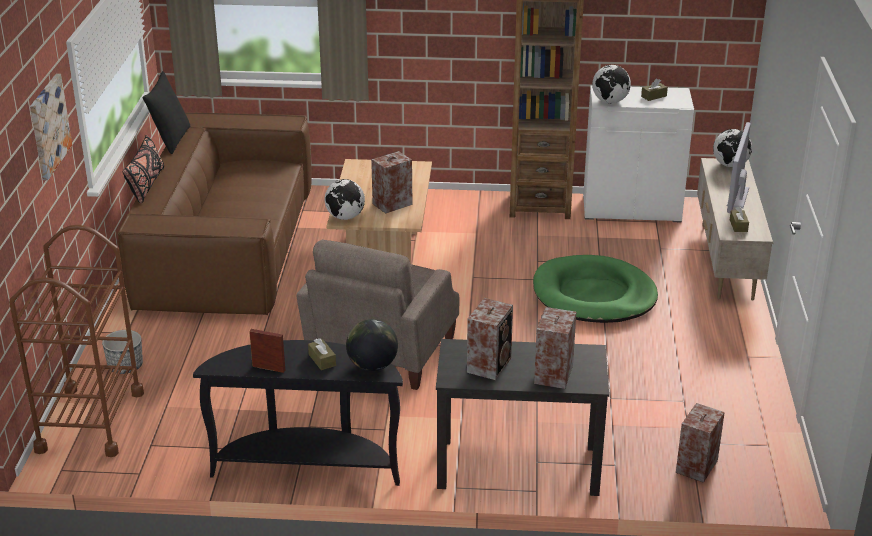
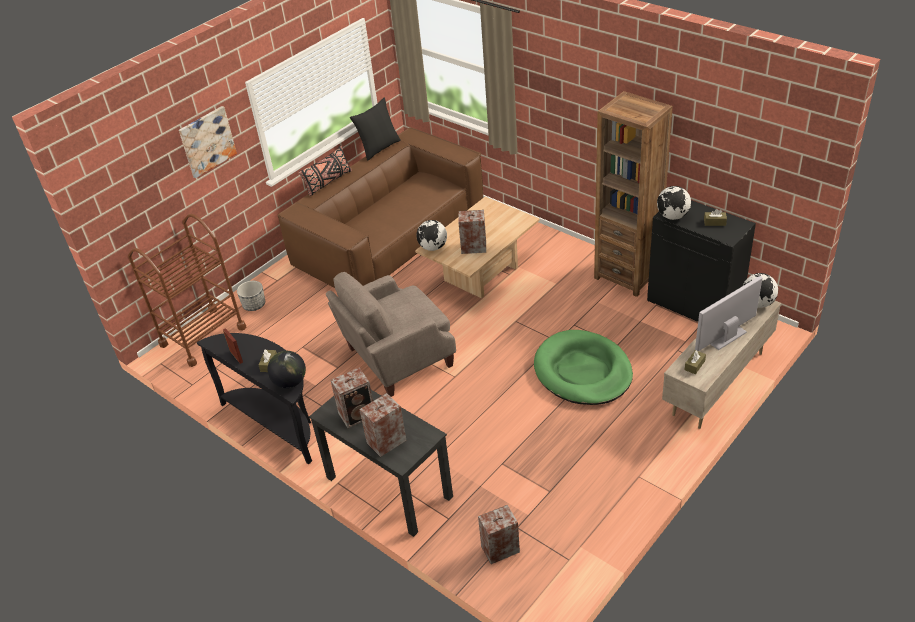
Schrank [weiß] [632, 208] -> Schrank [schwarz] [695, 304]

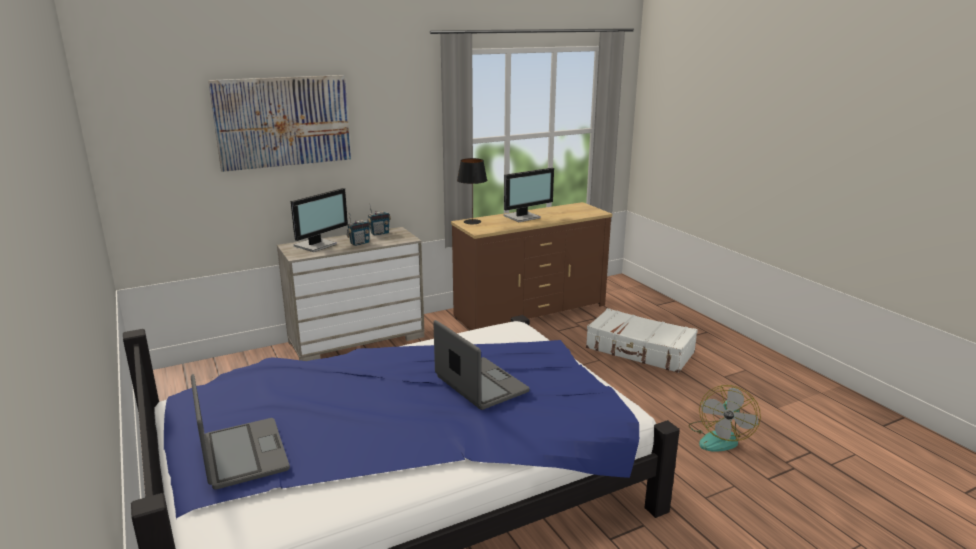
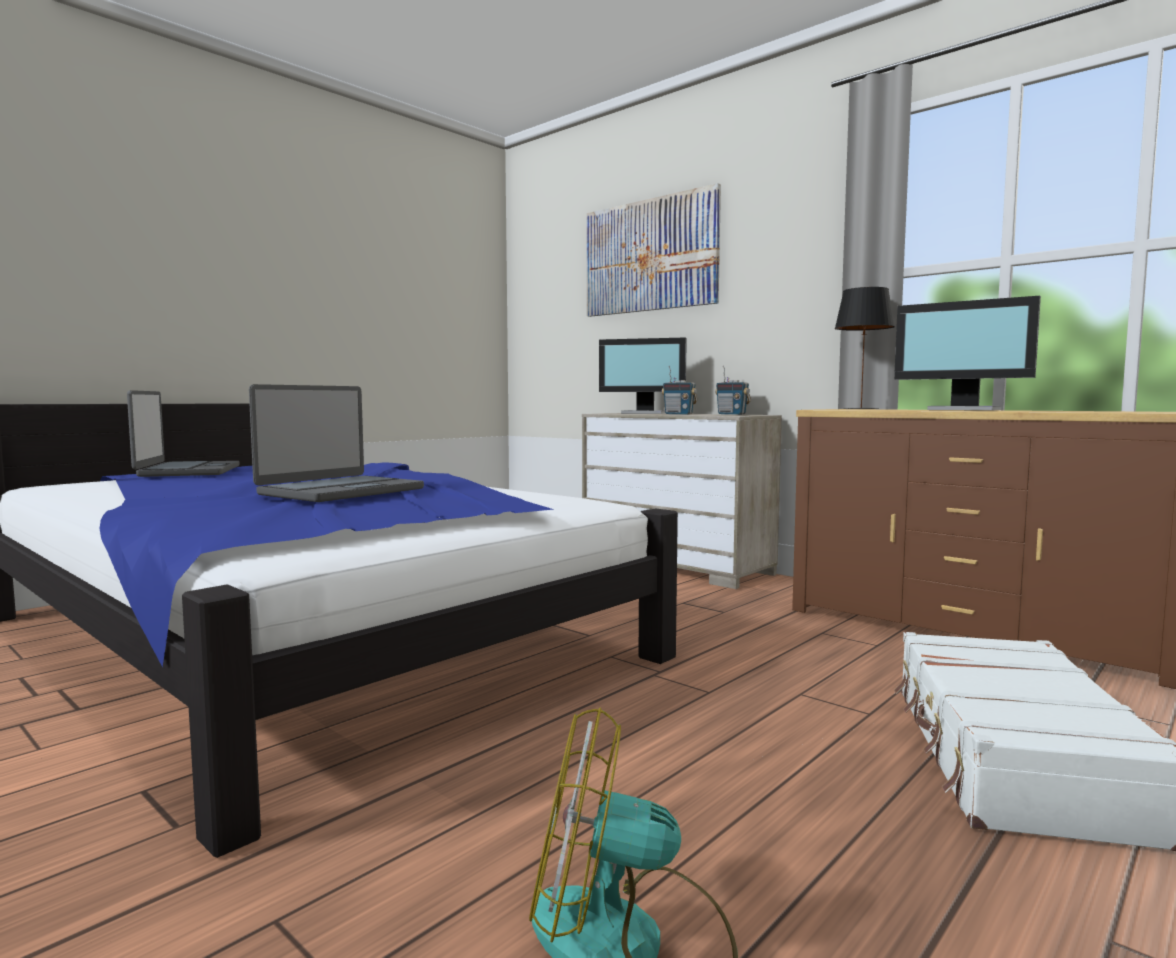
Laptop [243, 454] -> Laptop [188, 471], 60 degrees counterclockwise

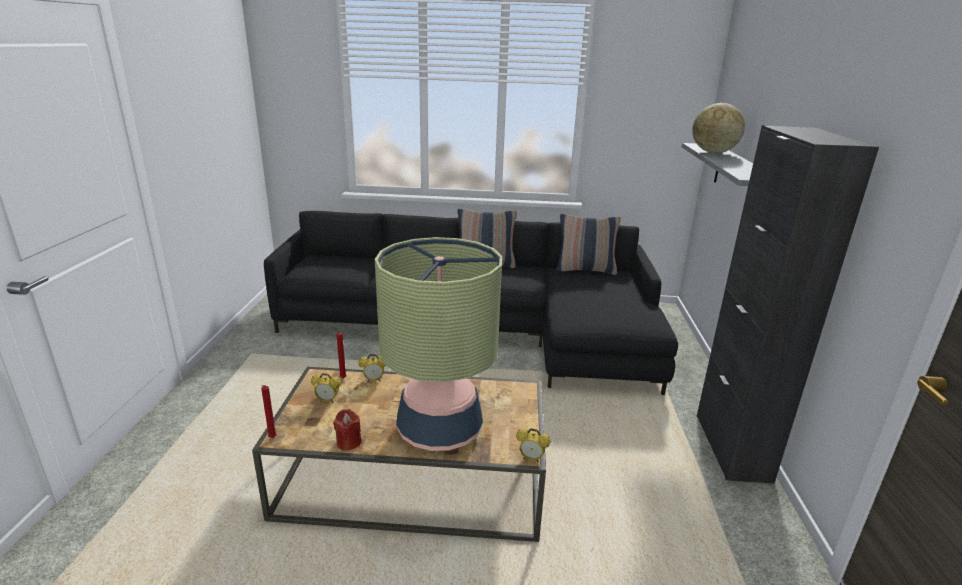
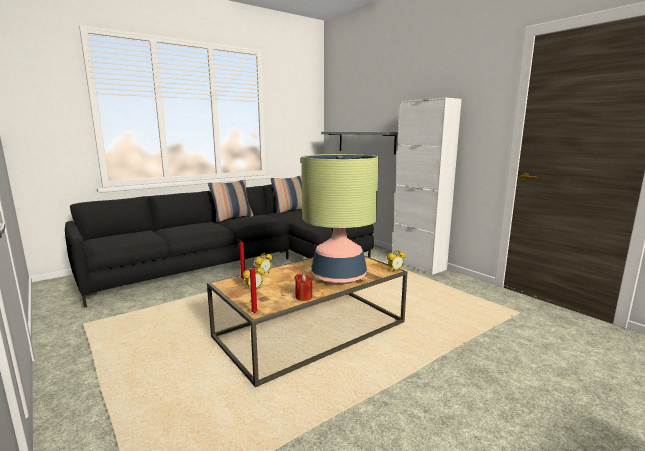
Globus [713, 152] -> none
Schrank [schwarz] [732, 447] -> Schrank [weiß] [418, 264]

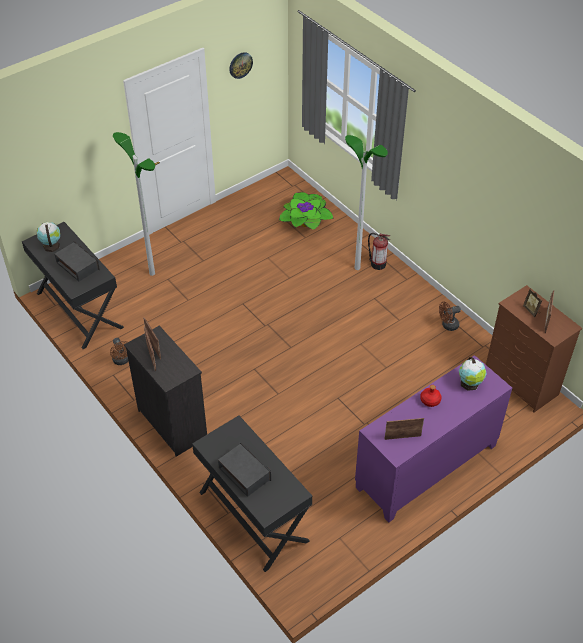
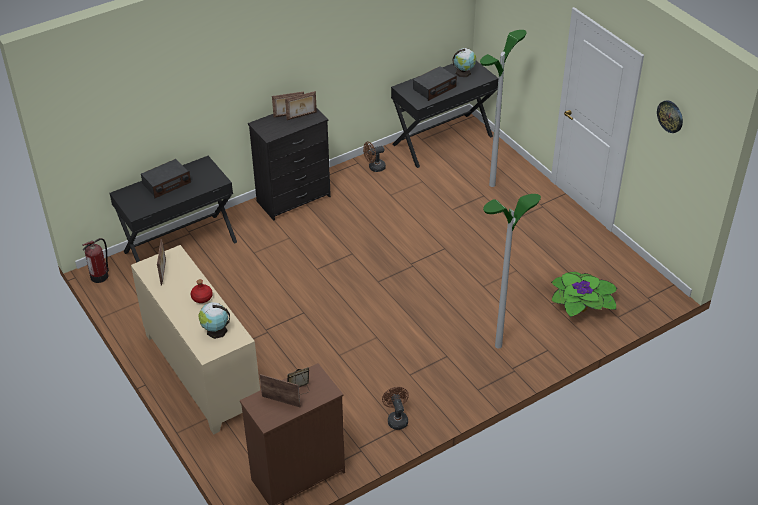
Feuerlöscher [377, 264] -> Feuerlöscher [100, 276], relocated
Schrank [lila] [427, 467] -> Schrank [beige] [201, 372]

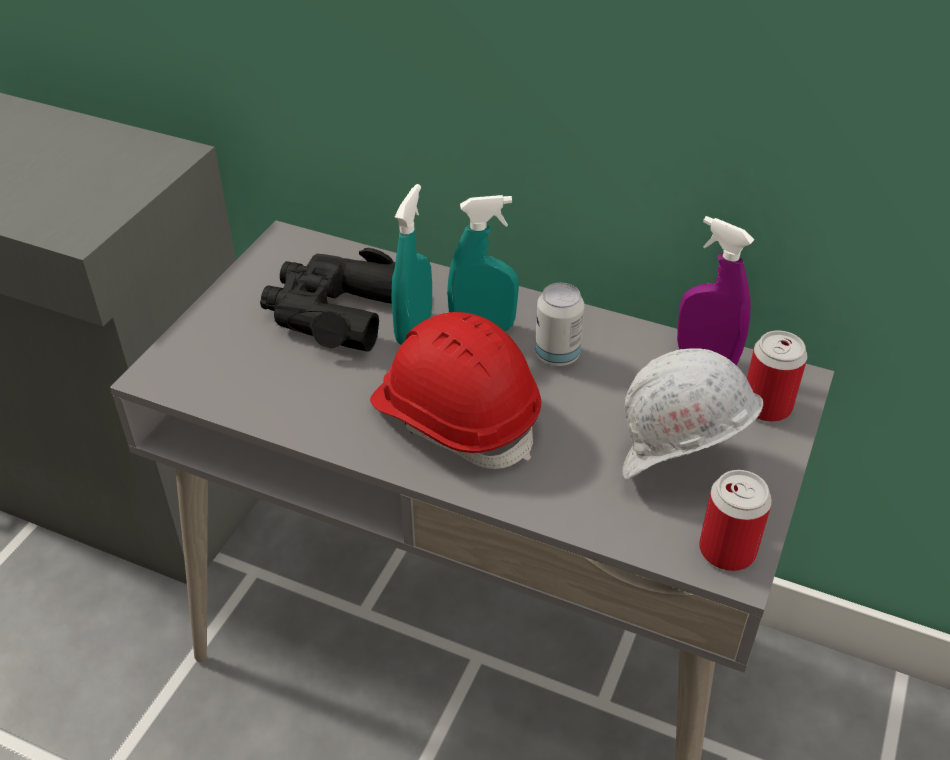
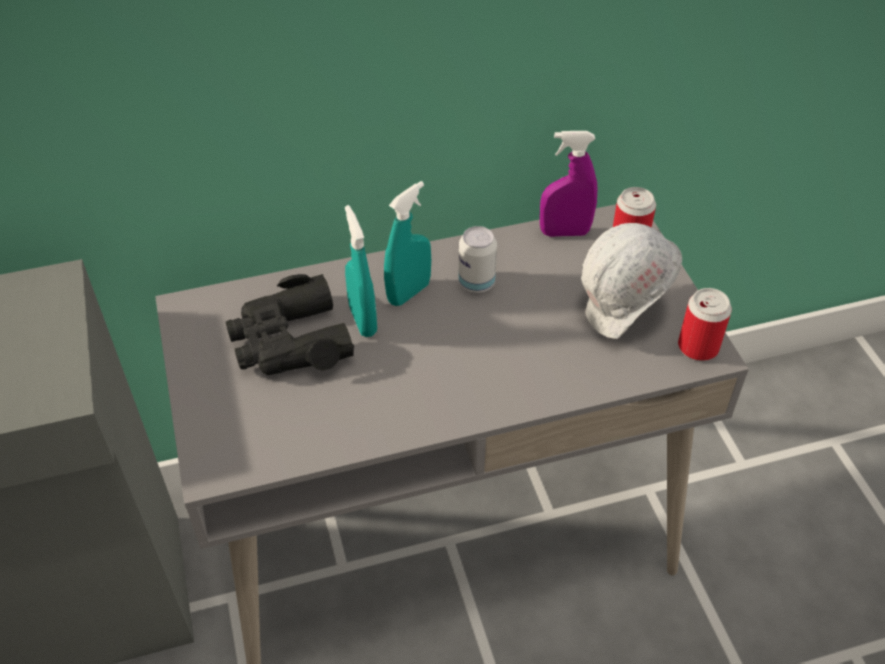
Schutzhelm [rot] [456, 417] -> none

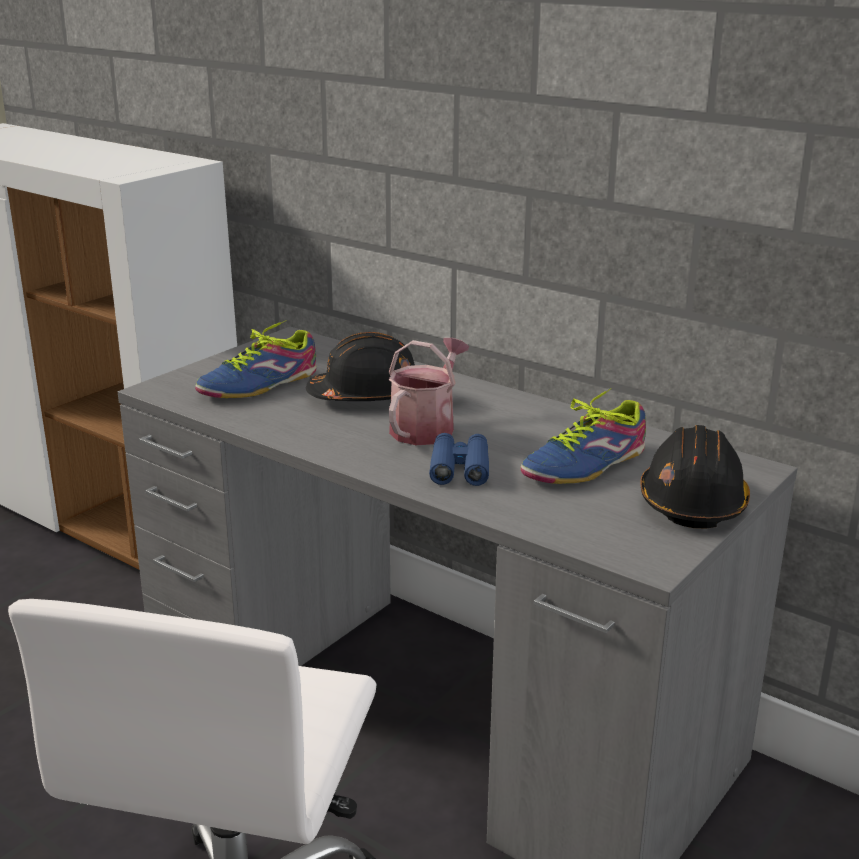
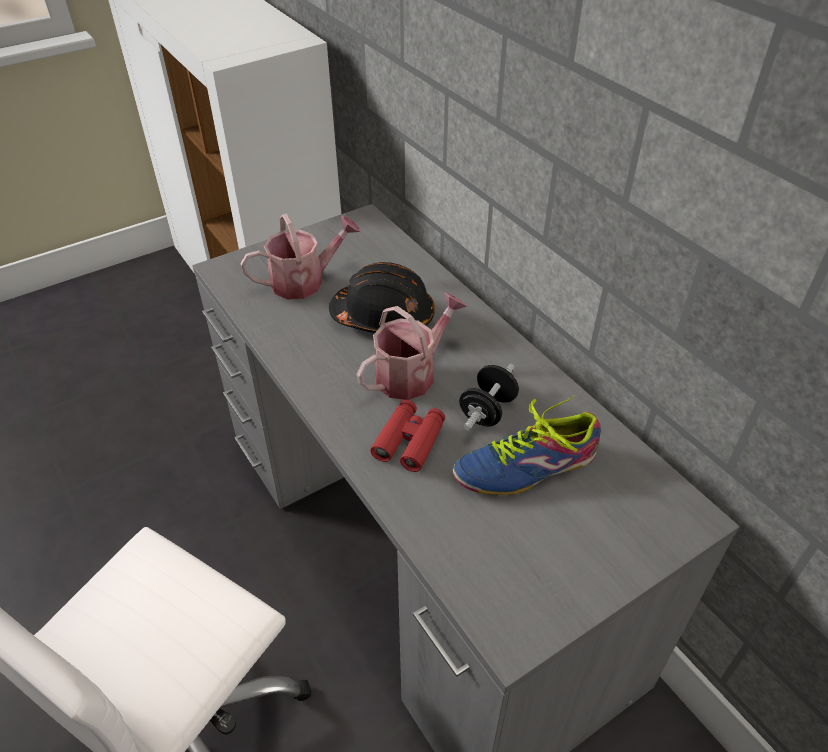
Schuh [260, 385] -> Gießkanne [304, 281]
Schutzhelm [schwarz] [692, 502] -> none
Fernglas [blau] [459, 468] -> Fernglas [rot] [409, 441]
none -> Hantel [schwarz] [487, 411]

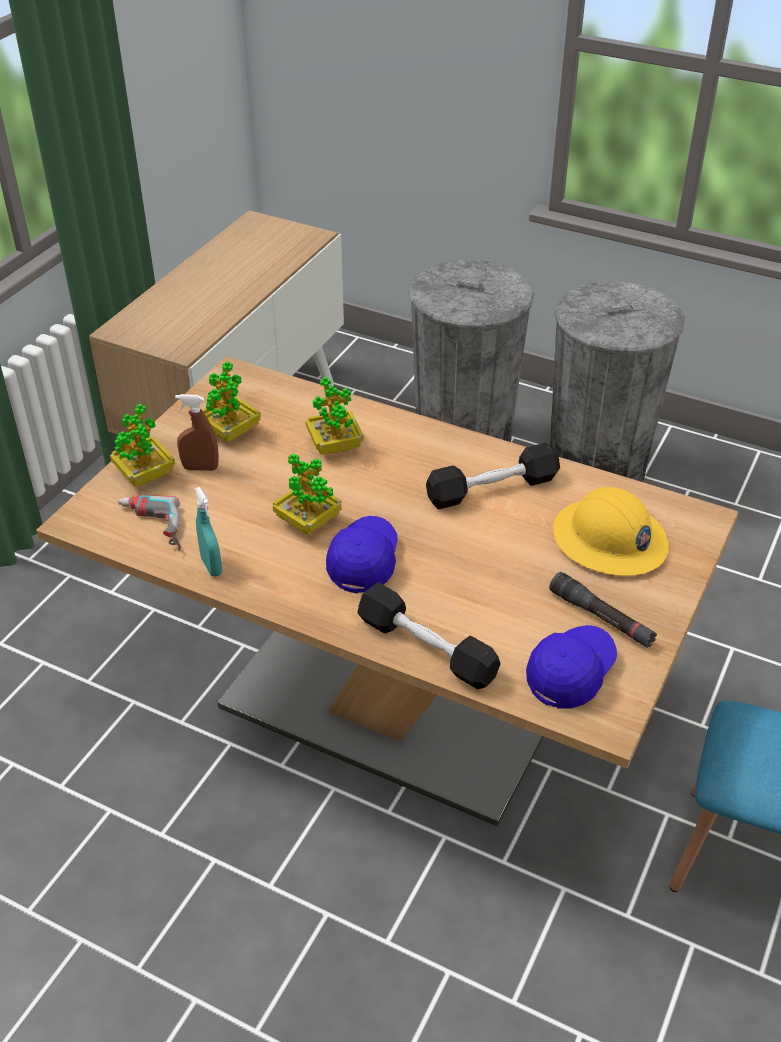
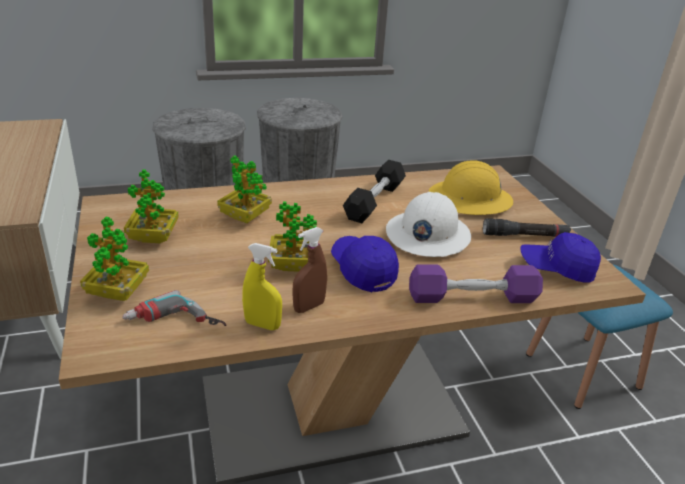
Sprühflasche [braun] [200, 468] -> Sprühflasche [braun] [309, 307], relocated
Sprühflasche [türkis] [211, 566] -> Sprühflasche [gelb] [262, 325]
Hantel [schwarz] [426, 648] -> Hantel [lila] [472, 297]
Kappe [blau] [570, 673] -> Kappe [blau] [556, 269], 75 degrees counterclockwise
none -> Schutzhelm [weiß] [427, 235]

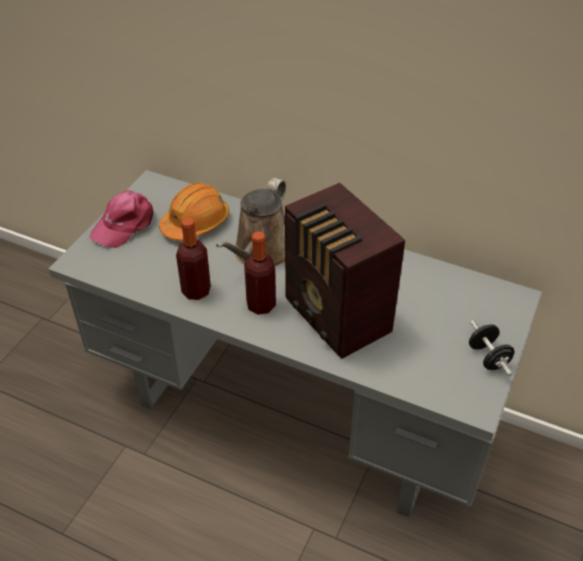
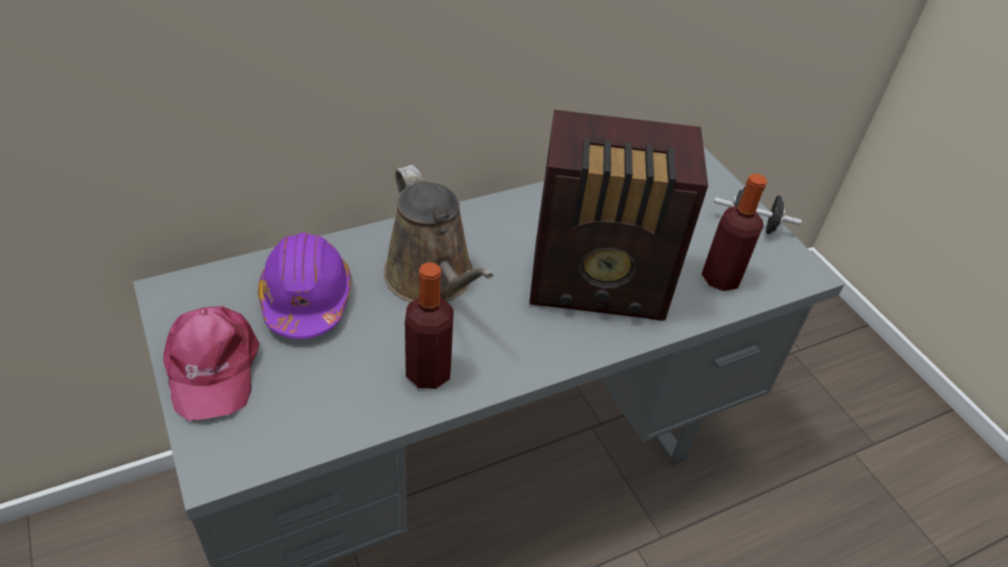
Schutzhelm [orange] [196, 223] -> Schutzhelm [lila] [306, 299]
Flasche [261, 305] -> Flasche [720, 278], relocated

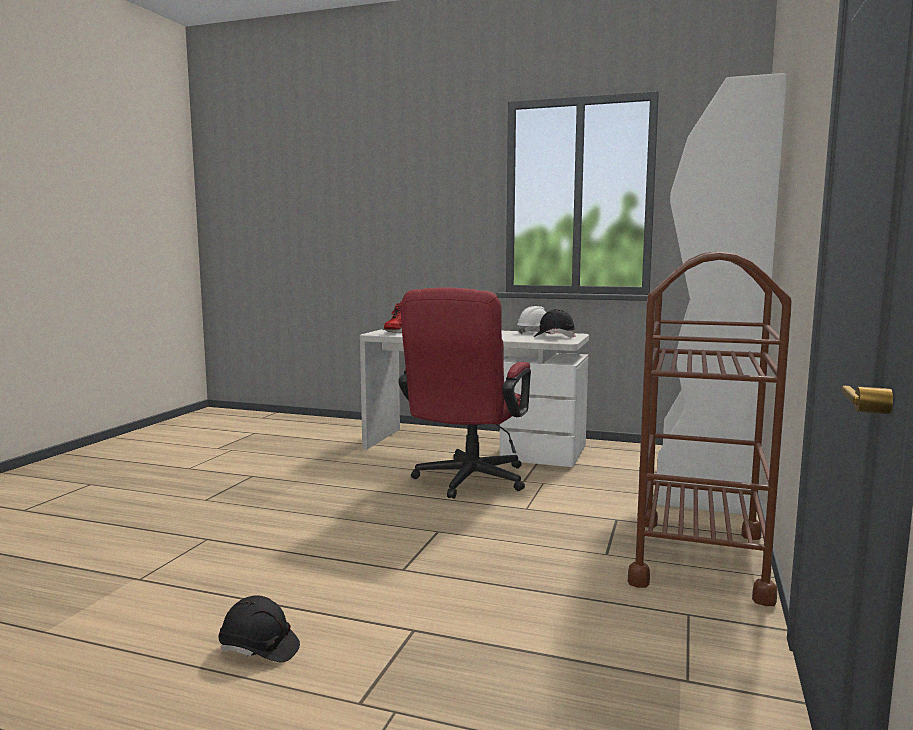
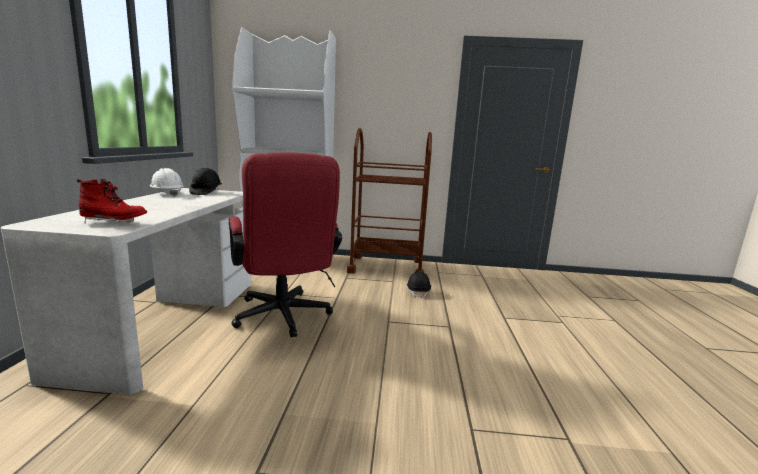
Bürostuhl [rot] [467, 482] -> Bürostuhl [rot] [283, 318], 60 degrees clockwise
Schutzhelm [schwarz] [259, 649] -> Schutzhelm [schwarz] [418, 292], relocated

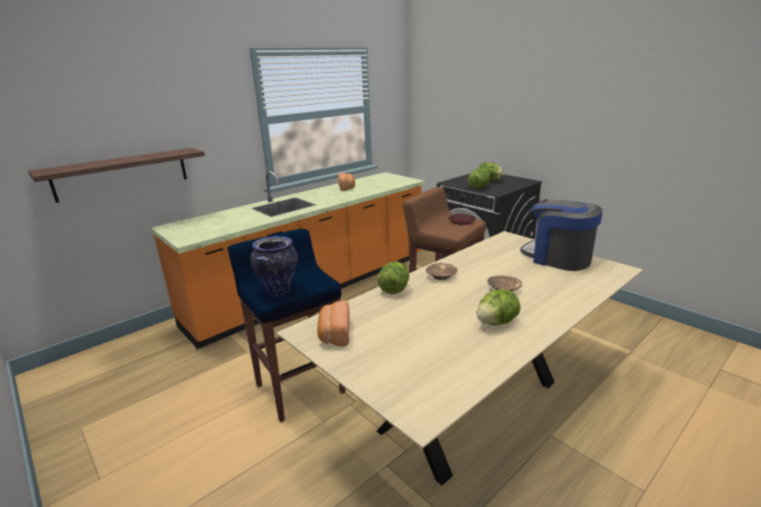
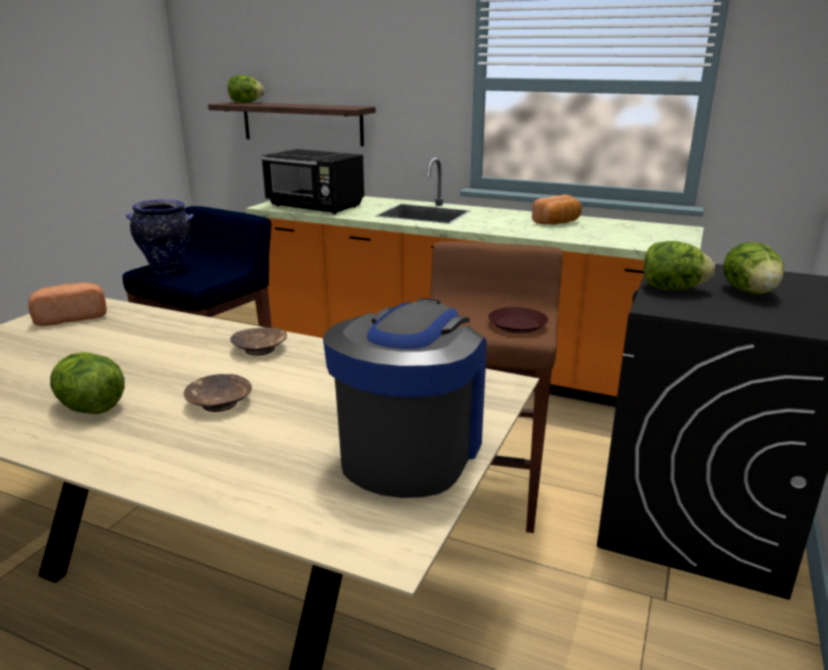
Salatkopf [394, 289] -> Salatkopf [245, 103], relocated
none -> Mikrowelle [schwarz] [315, 206]

